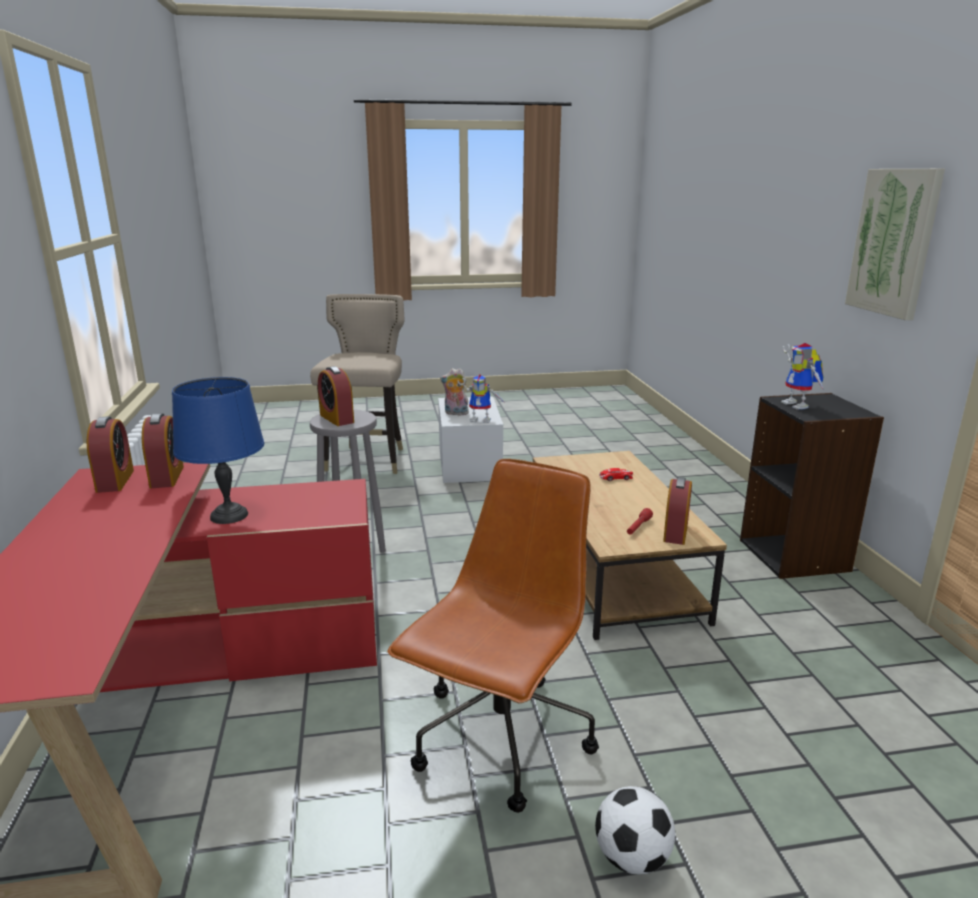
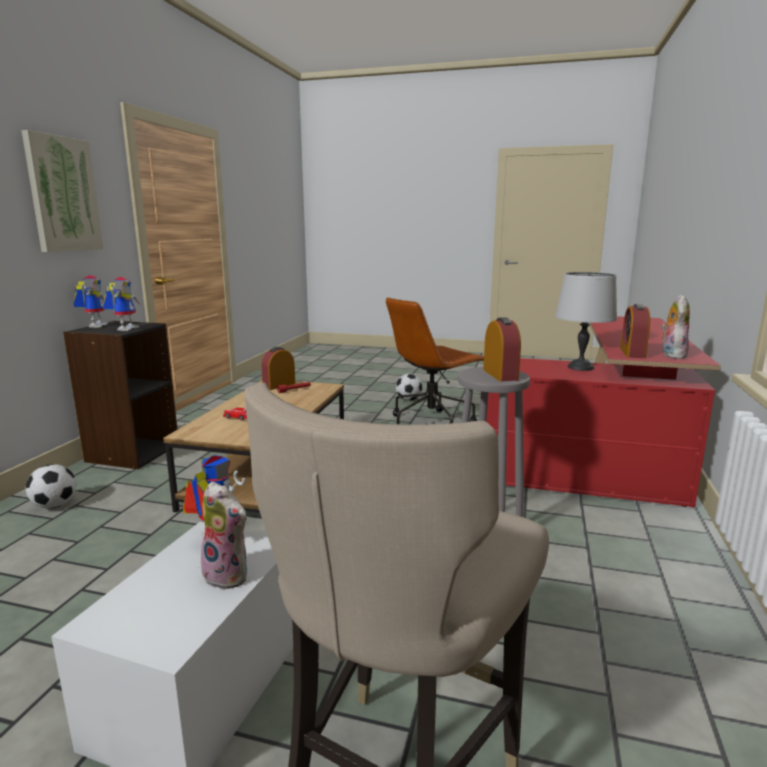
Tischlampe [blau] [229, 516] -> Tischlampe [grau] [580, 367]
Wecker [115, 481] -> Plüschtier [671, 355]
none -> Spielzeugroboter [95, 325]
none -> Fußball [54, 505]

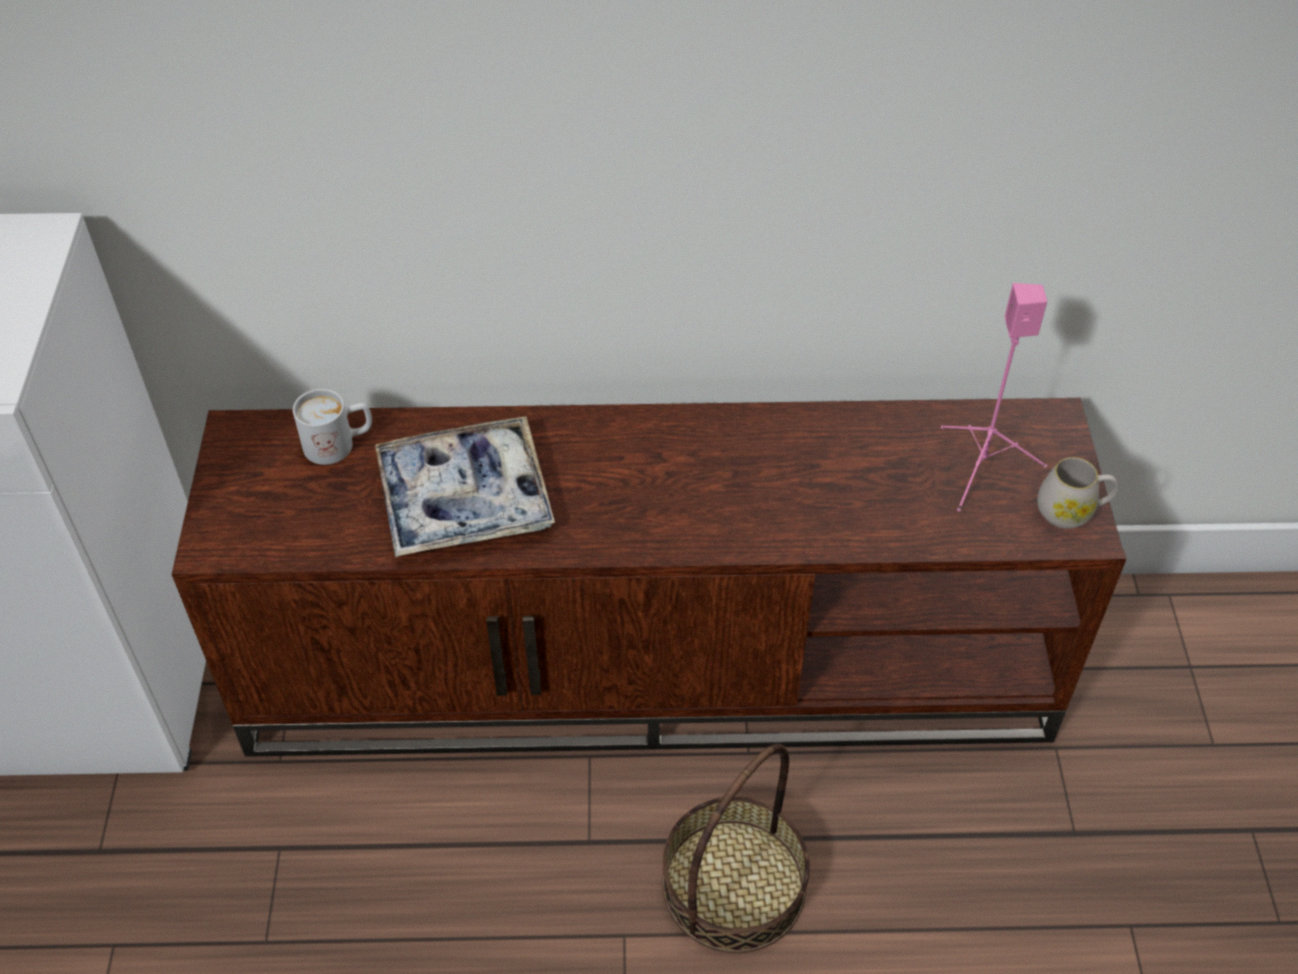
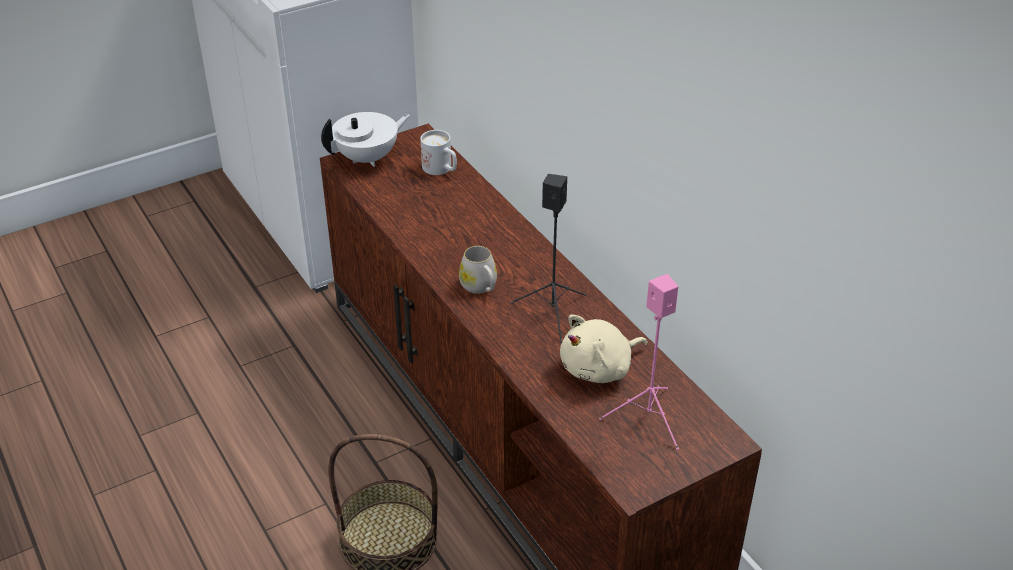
Tablett [464, 499] -> none
Henkelbecher [weiß] [1071, 511] -> Henkelbecher [weiß] [480, 287], relocated
none -> Teekanne [weiß] [368, 158]
none -> Lautsprecher [schwarz] [553, 312]
none -> Plüschtier [beige] [599, 368]

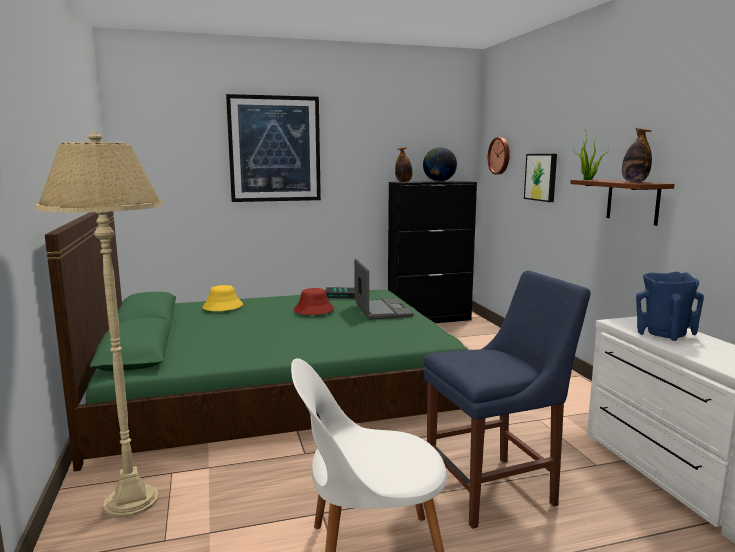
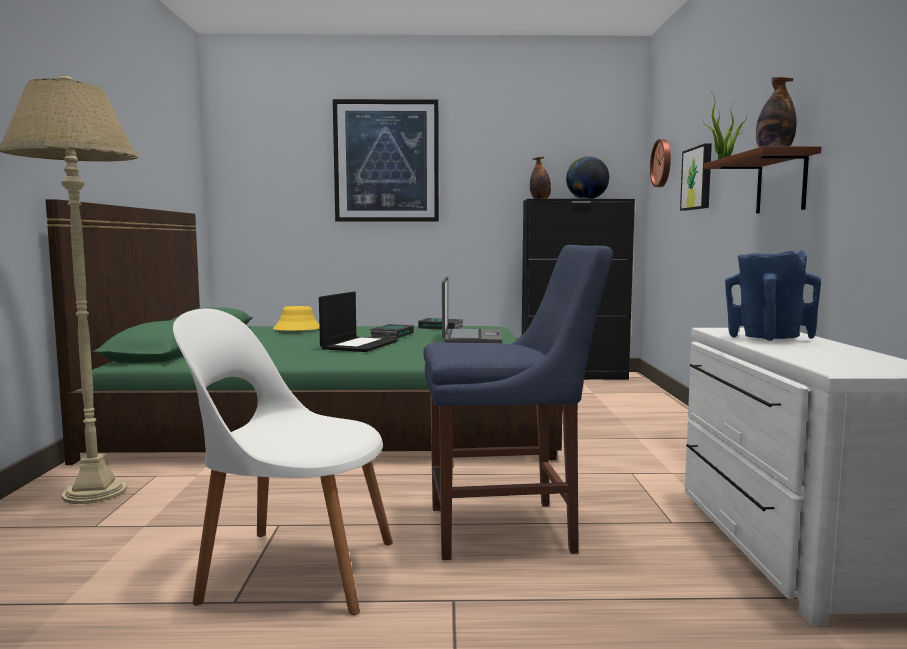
Hut [rot] [313, 310] -> Buch [391, 335]
none -> Laptop [359, 345]

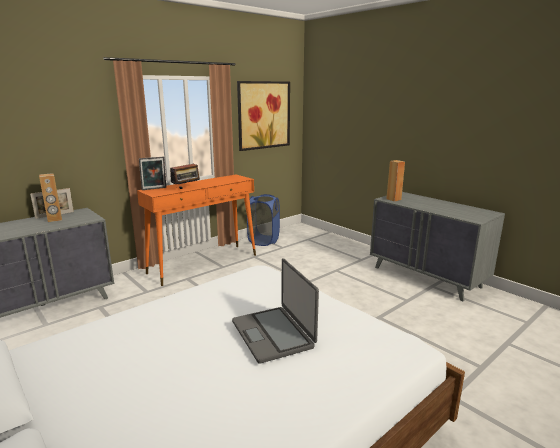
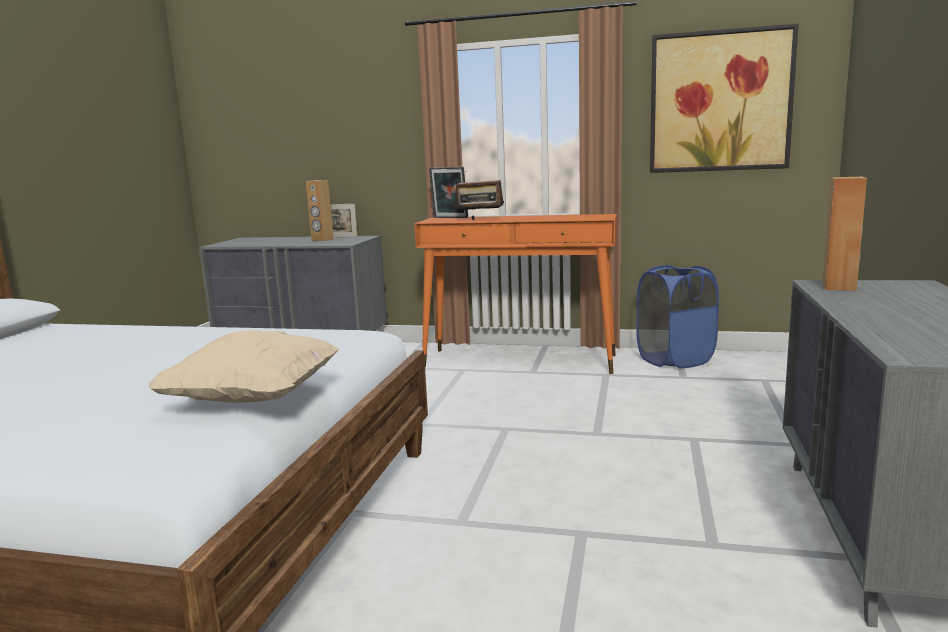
Laptop [273, 334] -> none
none -> Kissen [beige] [254, 400]

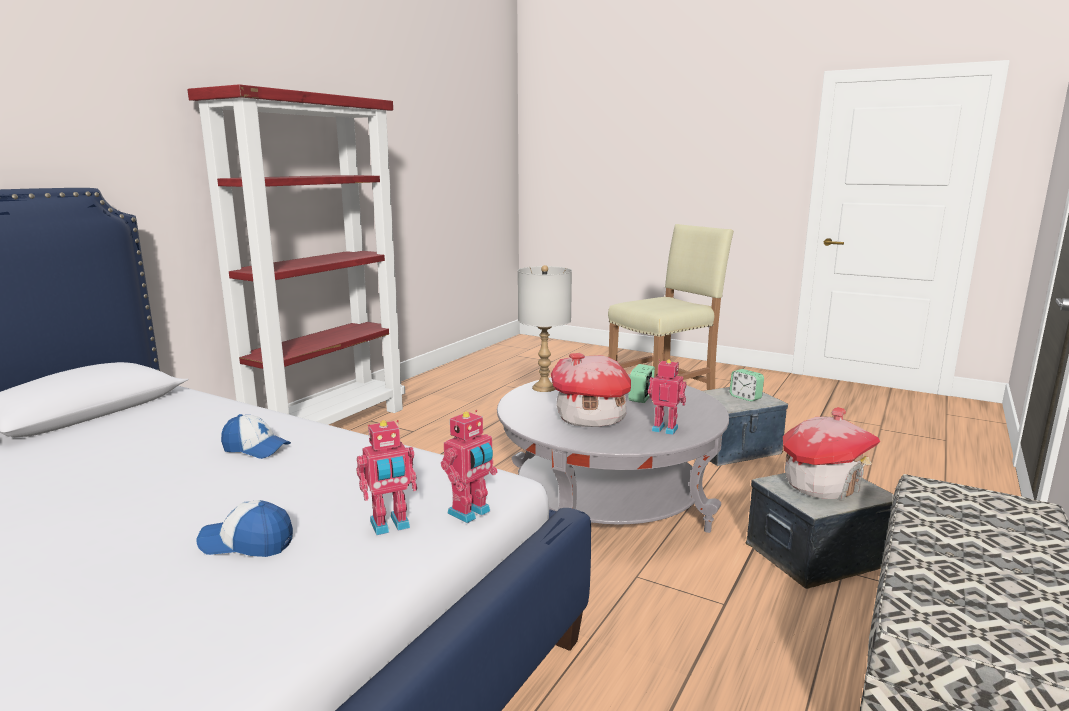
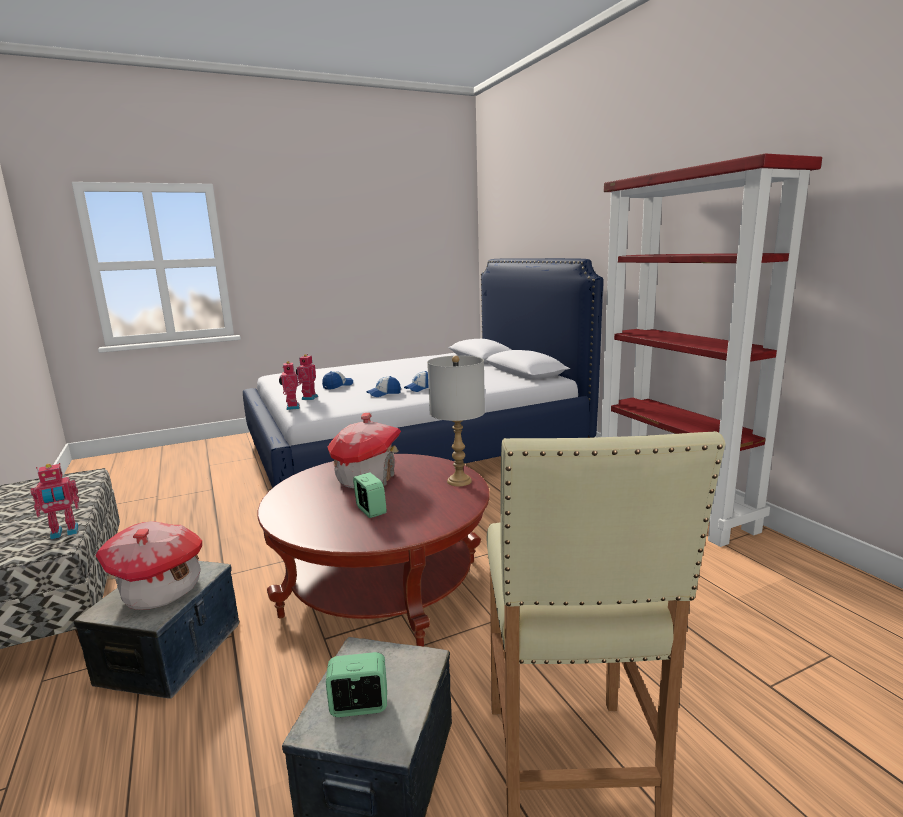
Spielzeugroboter [665, 428] -> Spielzeugroboter [64, 533], relocated
Couchtisch [grau] [607, 504] -> Couchtisch [rot] [383, 586]
none -> Kappe [384, 394]

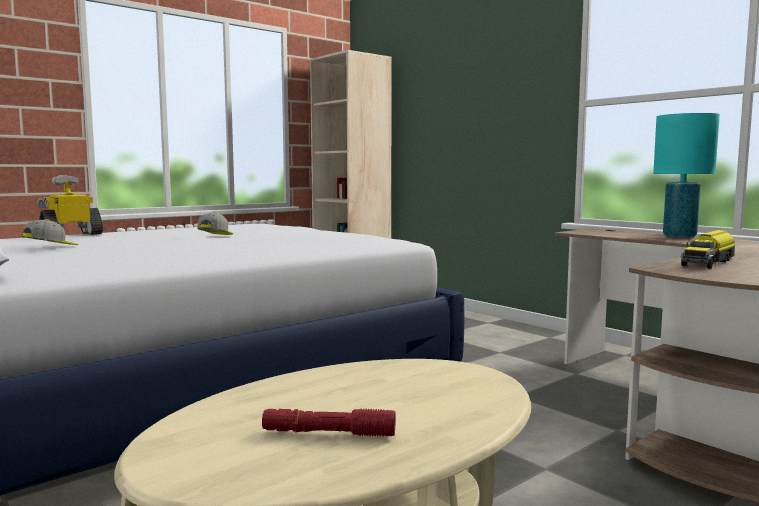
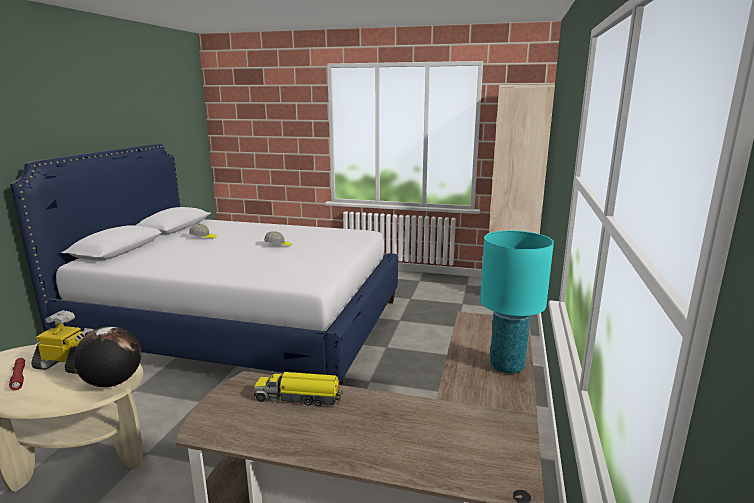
Spielzeugroboter [71, 235] -> Spielzeugroboter [67, 365], relocated
none -> Globus [112, 382]

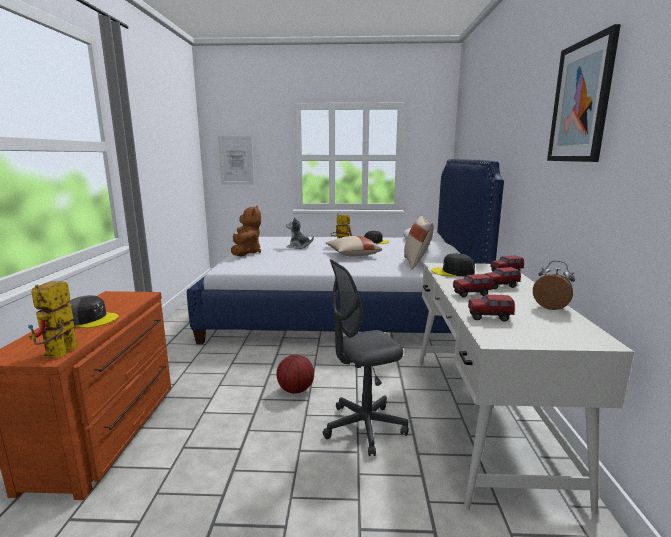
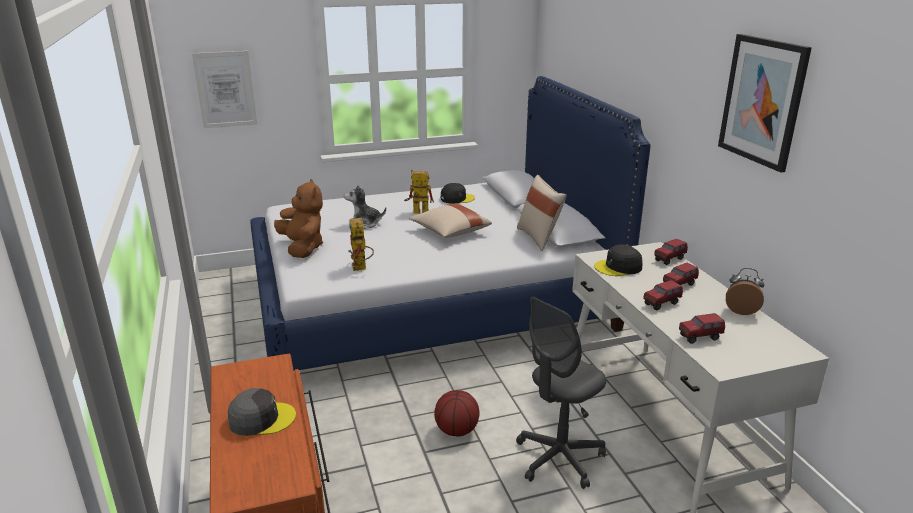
Spielzeugroboter [59, 355] -> Spielzeugroboter [361, 268], relocated

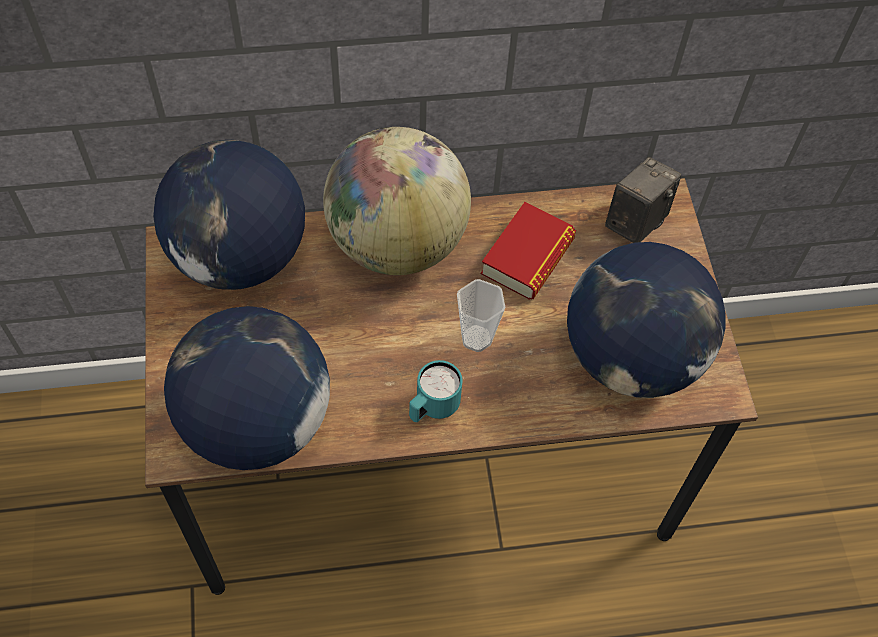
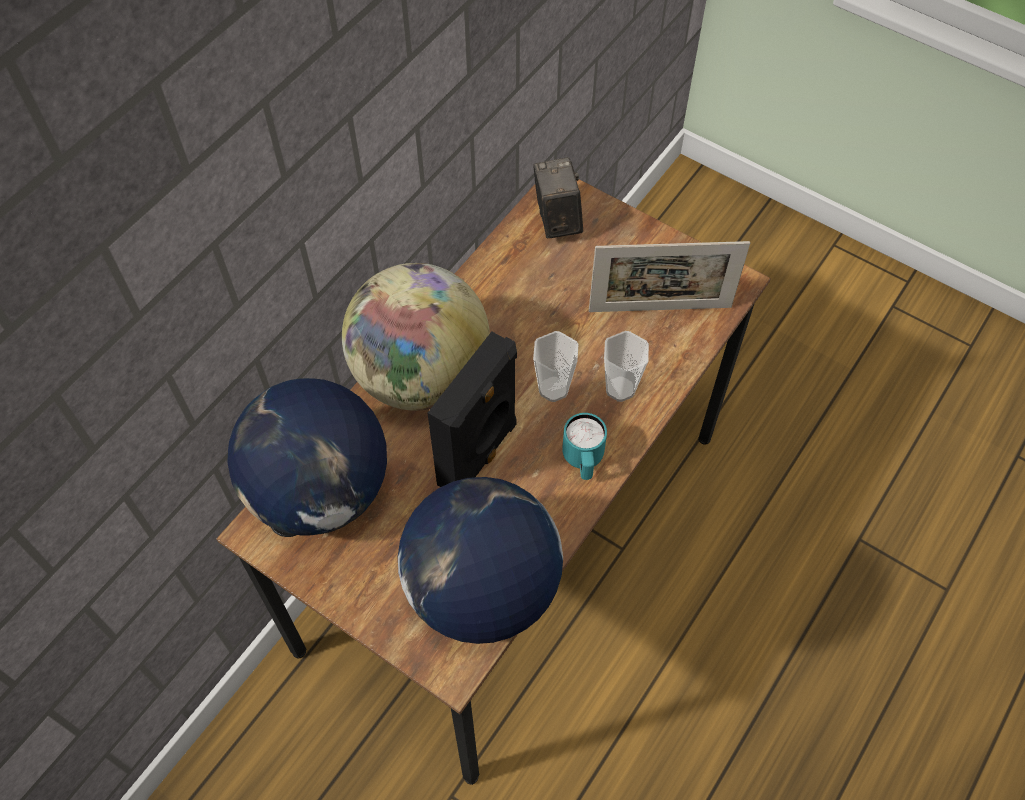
Buch [527, 257] -> none
Globus [632, 356] -> Bilderrahmen [660, 309]
none -> Lautsprecher [schwarz] [480, 455]
none -> Tasse [620, 389]

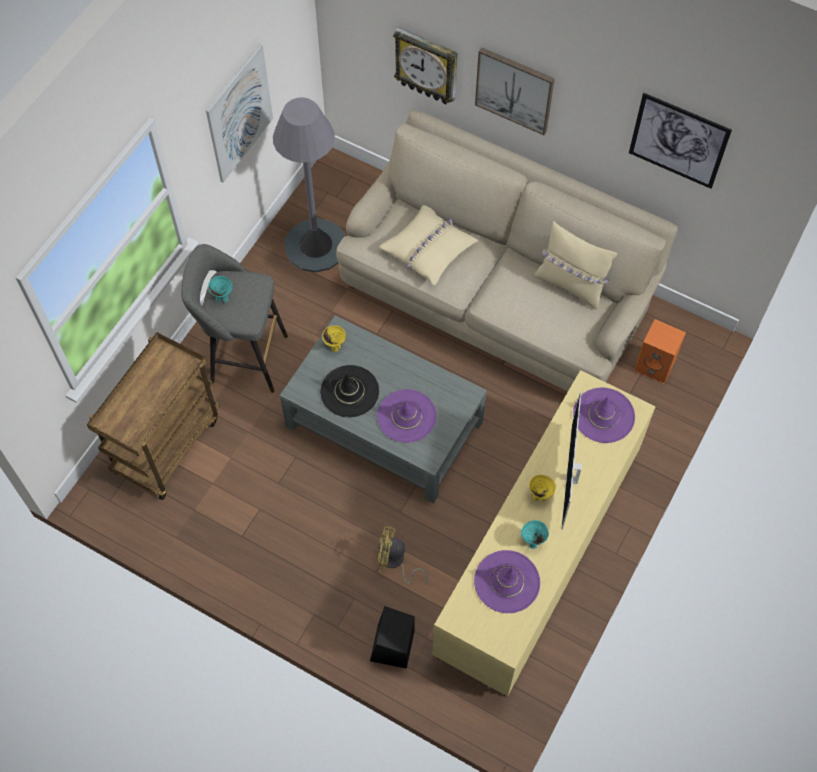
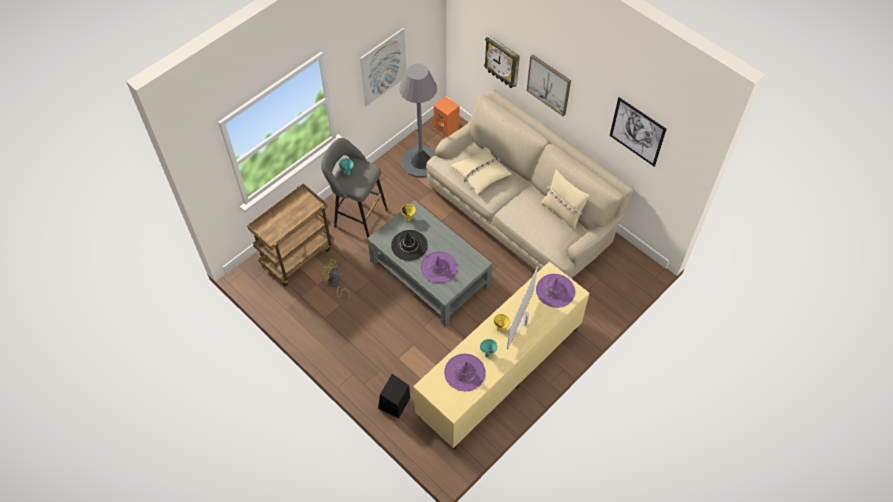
Lautsprecher [orange] [655, 365] -> Lautsprecher [orange] [447, 128], relocated
Ventilator [gelb] [395, 562] -> Ventilator [gelb] [335, 284], relocated

